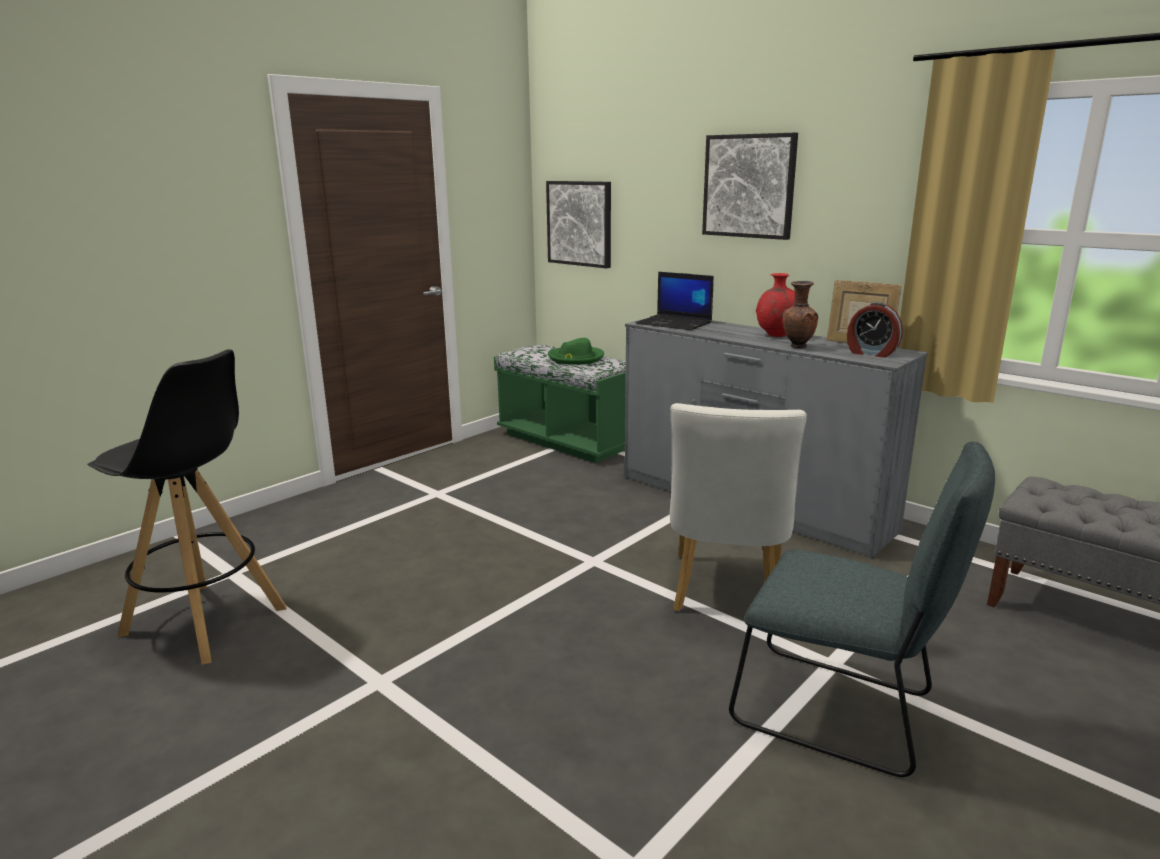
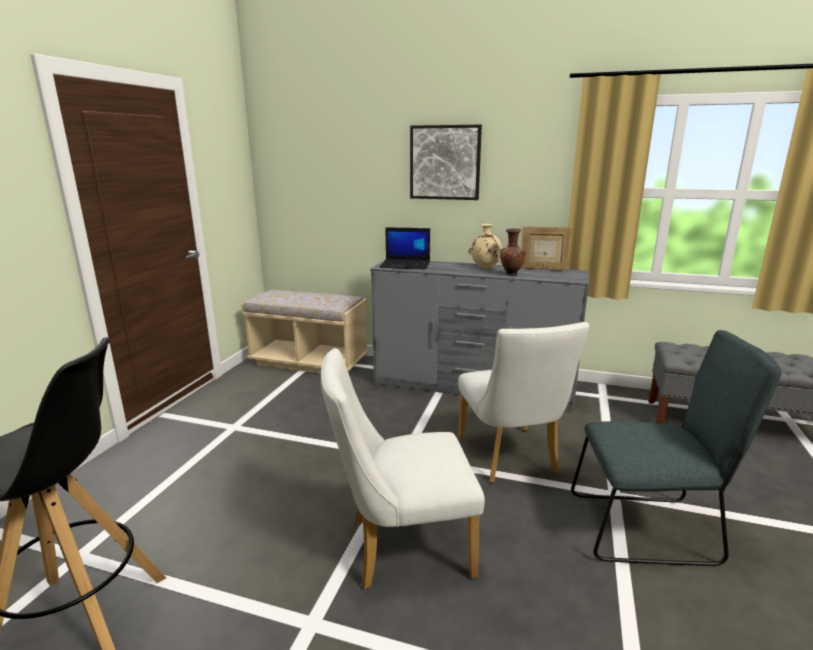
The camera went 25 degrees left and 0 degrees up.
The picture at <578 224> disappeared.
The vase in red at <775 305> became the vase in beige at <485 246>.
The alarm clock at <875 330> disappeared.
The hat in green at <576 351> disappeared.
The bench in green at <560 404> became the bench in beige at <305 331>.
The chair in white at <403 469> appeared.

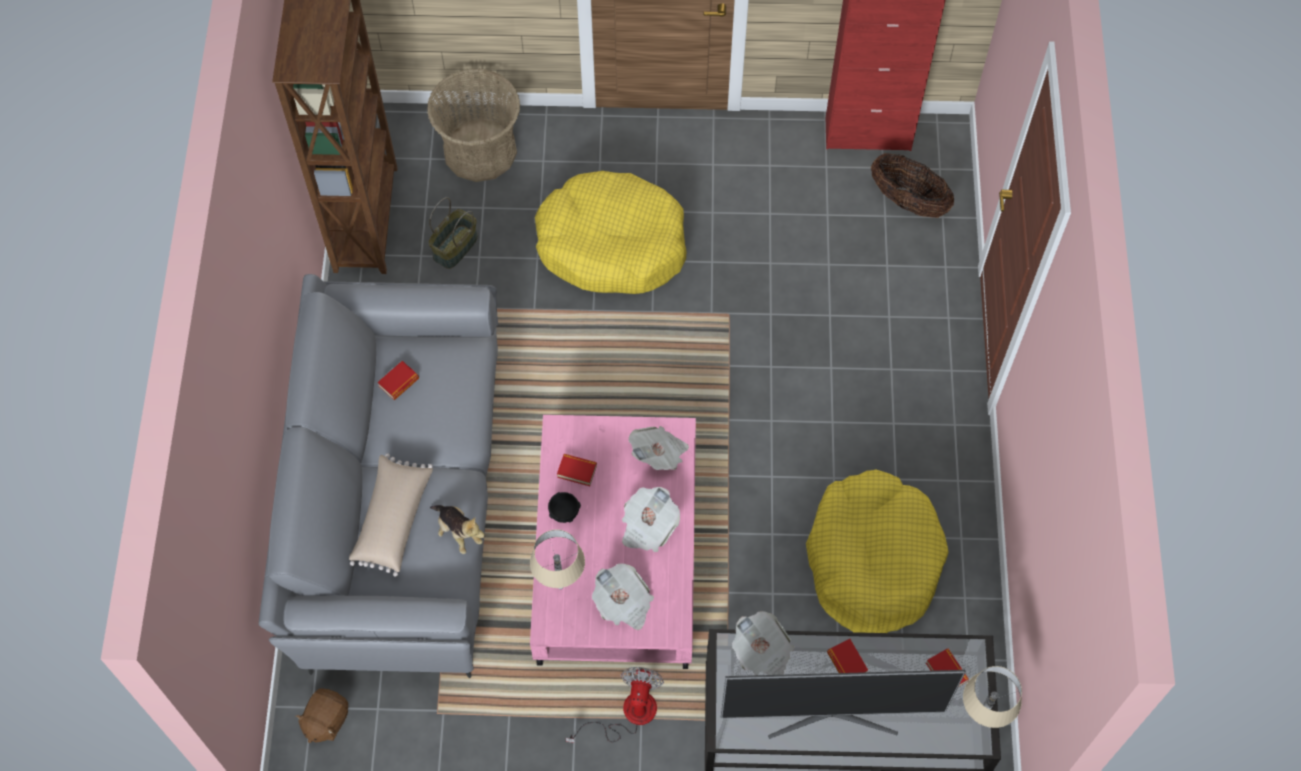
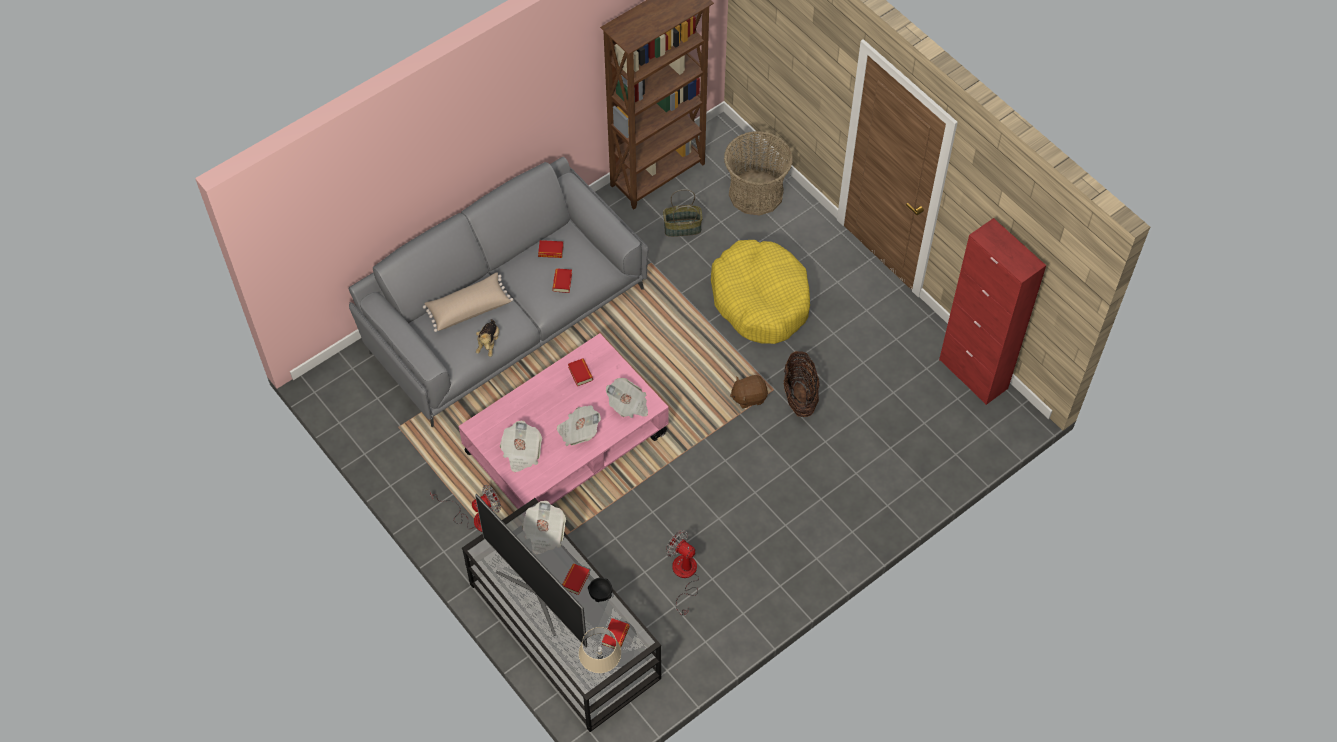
The camera went 50 degrees right and 5 degrees down.
The basket moved from <912 185> to <802 384>.
The dog bed in yellow at <877 551> was replaced by the fan at <682 572>.
The bowl in black moved from <564 507> to <600 590>.
The table lamp in beige at <557 559> disappeared.
The plush toy in brown moved from <321 715> to <749 392>.
The book at <562 280> appeared.

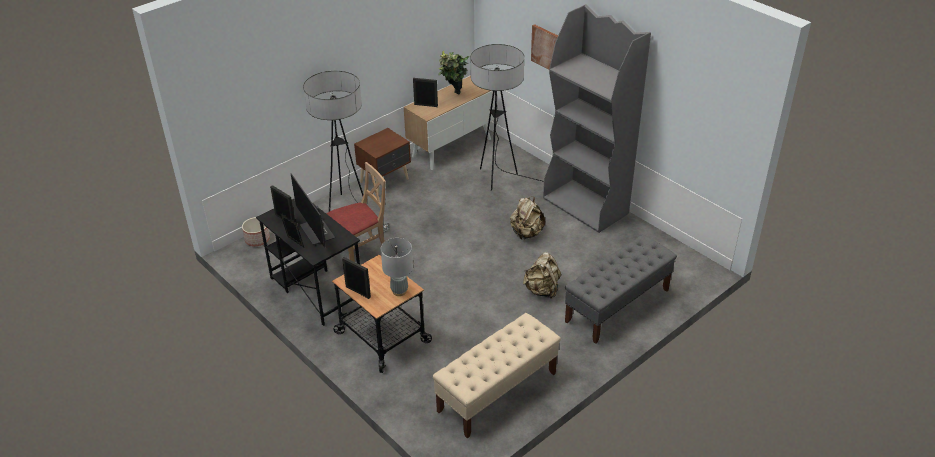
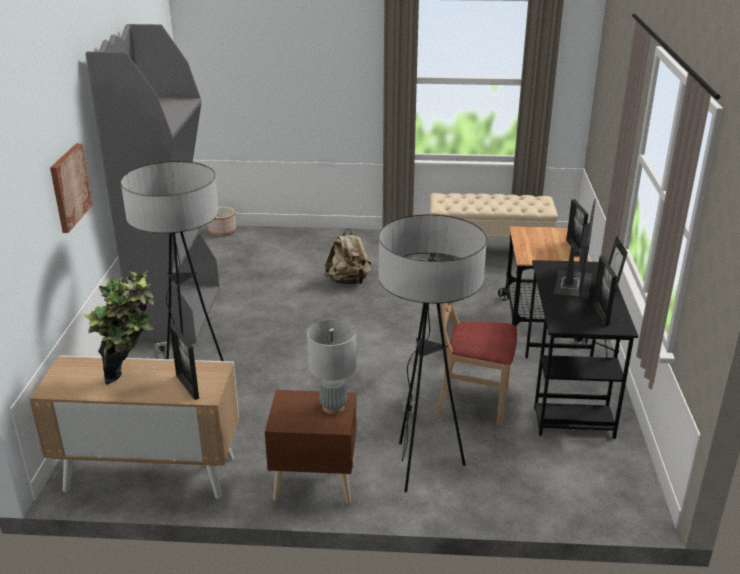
The camera went 135 degrees left and 10 degrees down.
The backpack in beige at <527 218> disappeared.
The planter moved from <256 231> to <222 221>.
The bench in grey at <621 289> disappeared.
The table lamp in grey moved from <397 267> to <331 367>.

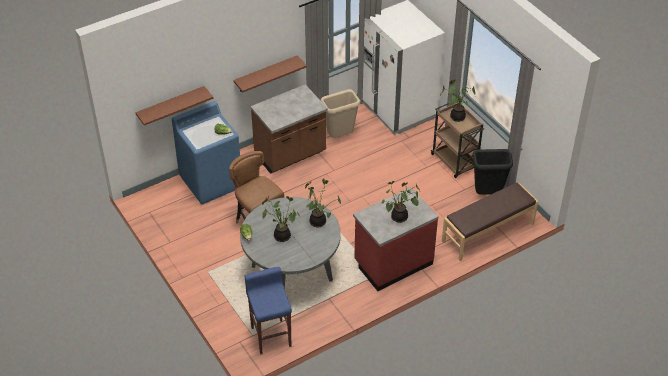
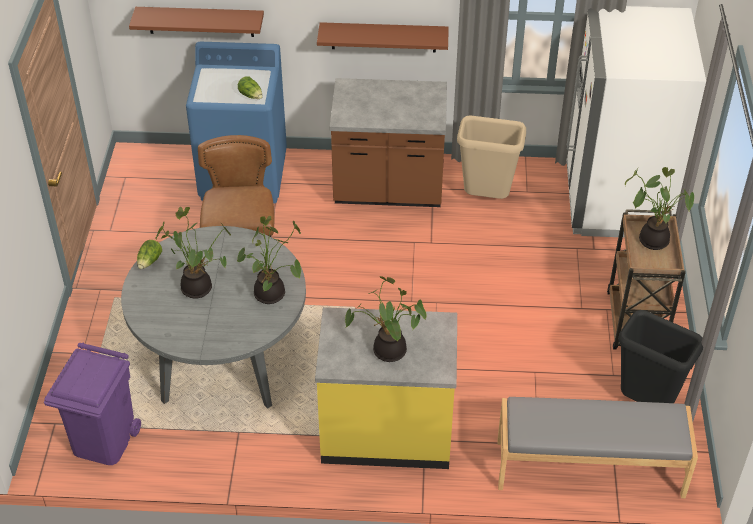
The camera went 35 degrees right and 0 degrees up.
The bench in brown at <490 221> became the bench in grey at <597 447>.
The counter in red at <396 239> became the counter in yellow at <386 388>.
The stool in blue at <268 310> was replaced by the trash can in purple at <92 404>.

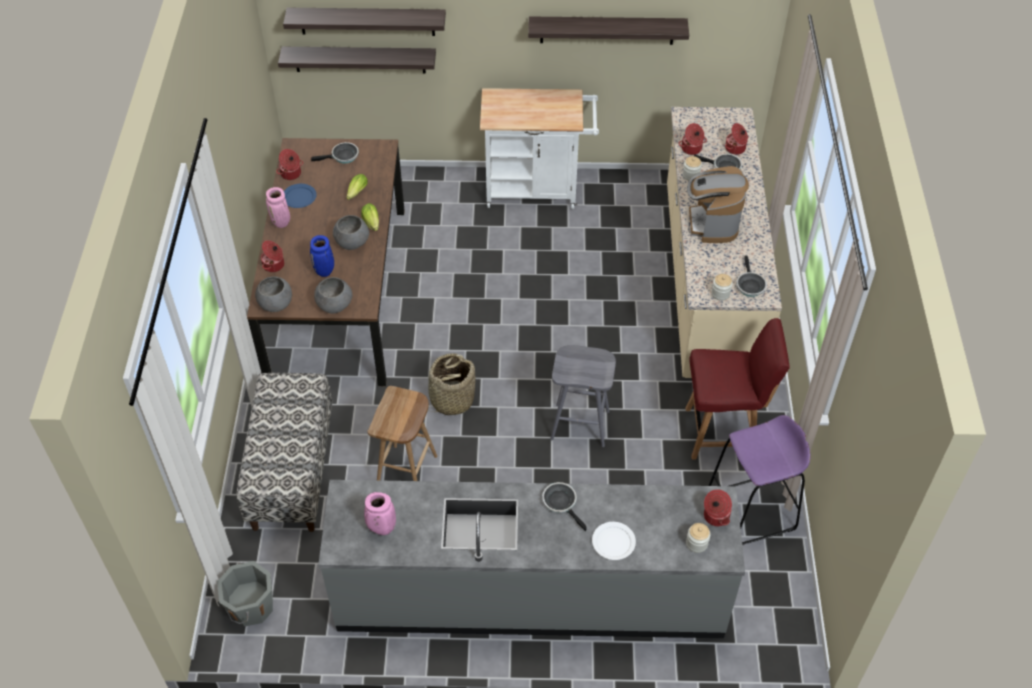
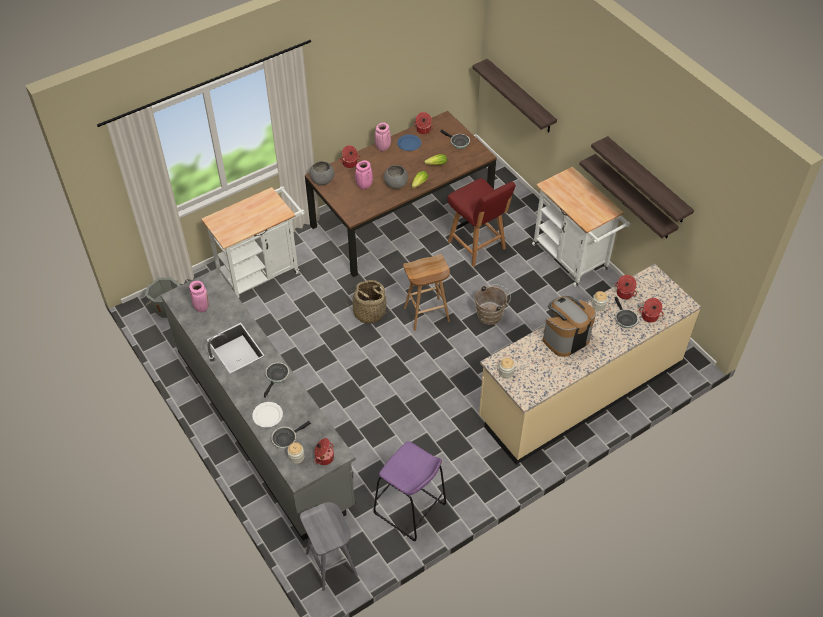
The camera went 55 degrees right and 0 degrees up.
The shelf moved from <364 22> to <629 196>.
The vase in blue at <322 256> became the vase in pink at <364 174>.
The frying pan moved from <751 276> to <291 435>.
The bowl in grey at <333 295> disappeared.
The chair in red moved from <738 388> to <481 222>.
The stool in grey moved from <583 396> to <329 546>.
The bench at <284 452> was replaced by the cart in white at <253 242>.
The stool in brown moved from <402 433> to <426 292>.
The bucket in brown at <493 304> appeared.

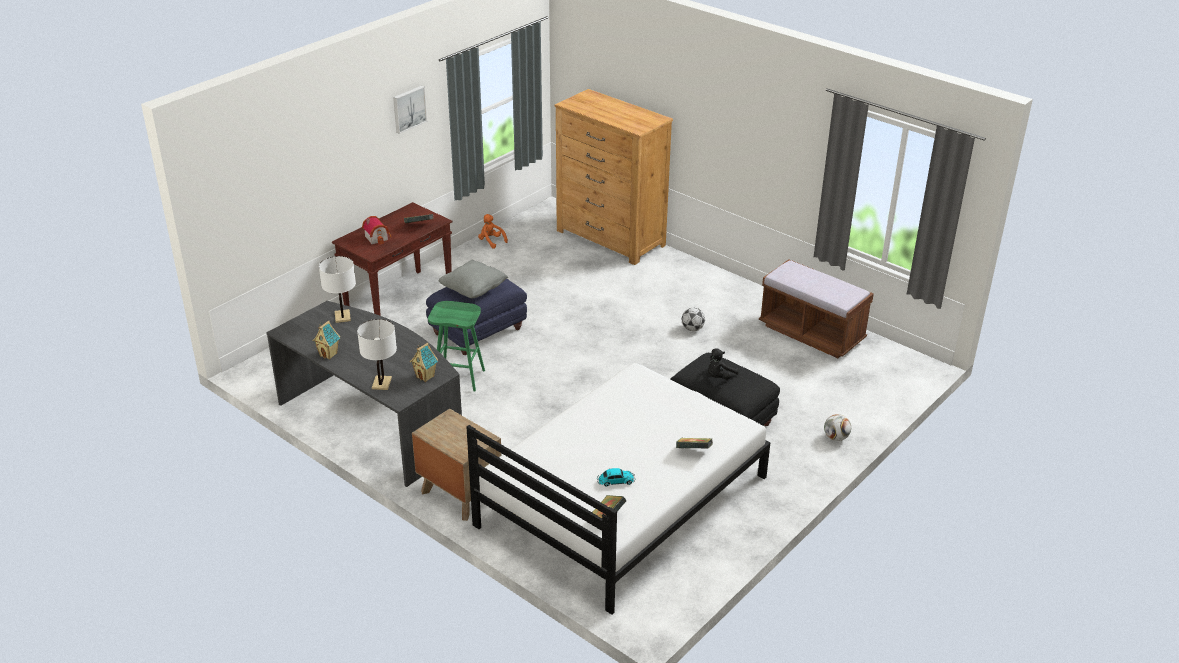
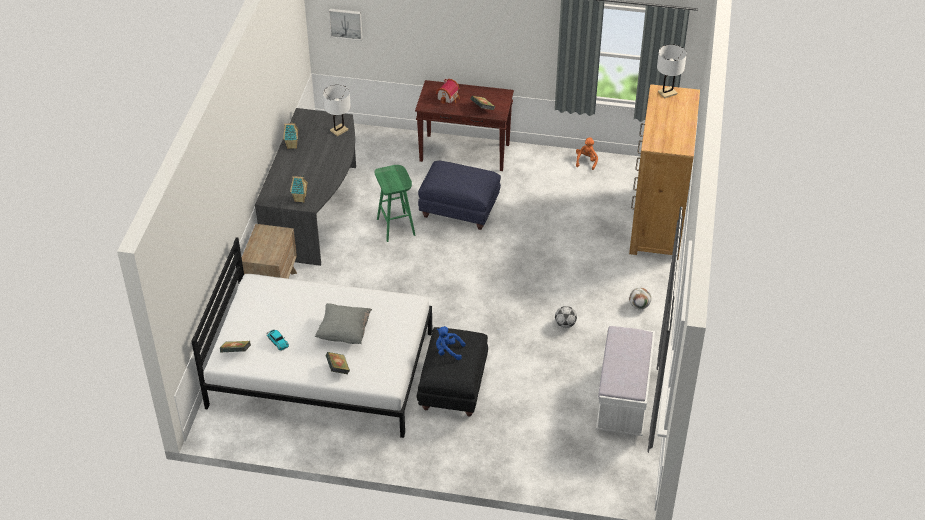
The camera went 60 degrees right and 10 degrees up.
The picture moved from <410 110> to <346 25>.
The pillow in grey moved from <473 278> to <343 323>.
The bench in brown at <816 308> became the bench in white at <625 380>.
The table lamp in white moved from <377 354> to <672 71>.
The plush toy in black at <723 364> became the plush toy in blue at <450 343>.
The football moved from <837 427> to <640 298>.

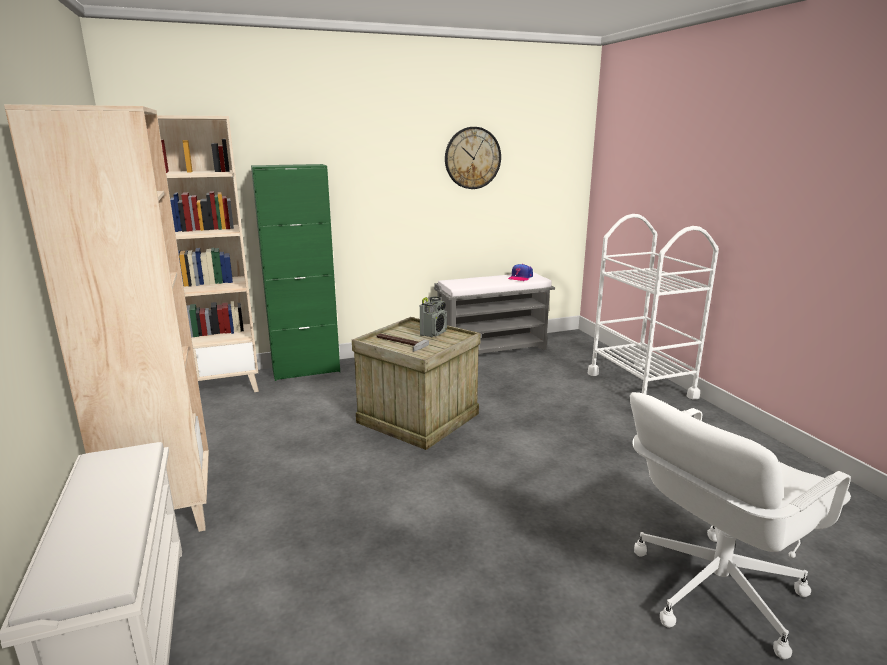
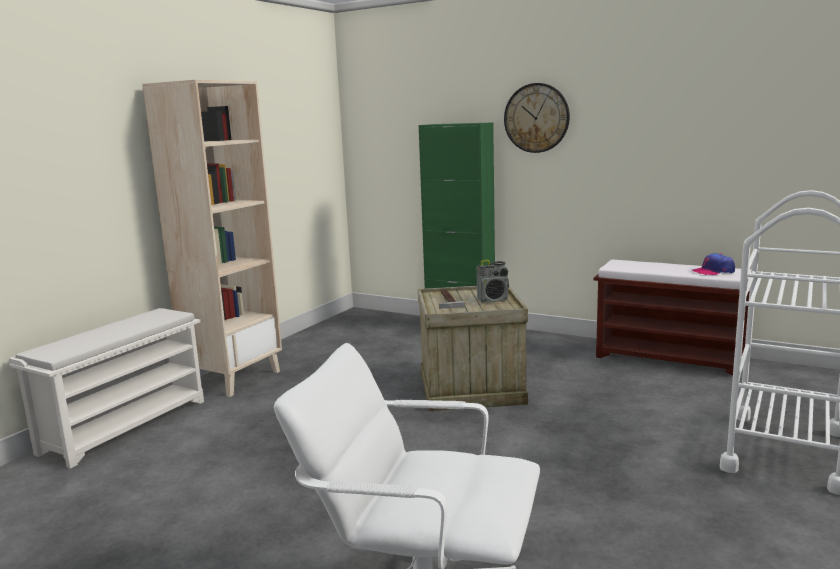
The camera went 50 degrees right and 5 degrees down.
The bookcase in beige at <208 253> disappeared.
The wall clock moved from <473 158> to <537 118>.
The bench in grey at <494 313> became the bench in brown at <672 317>.

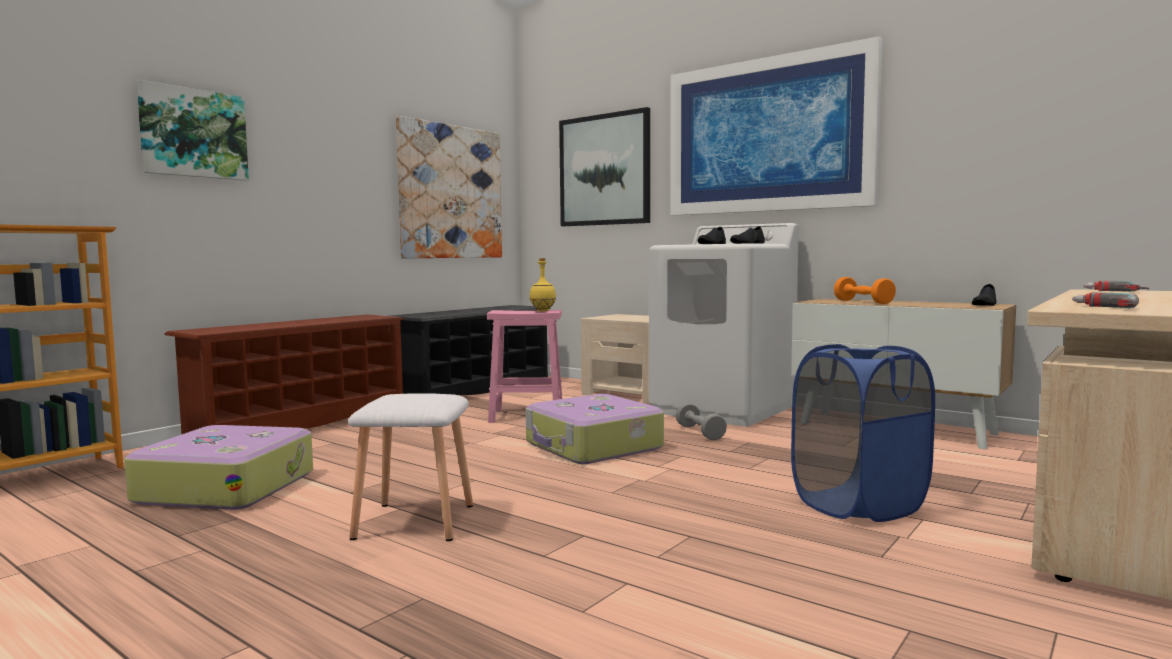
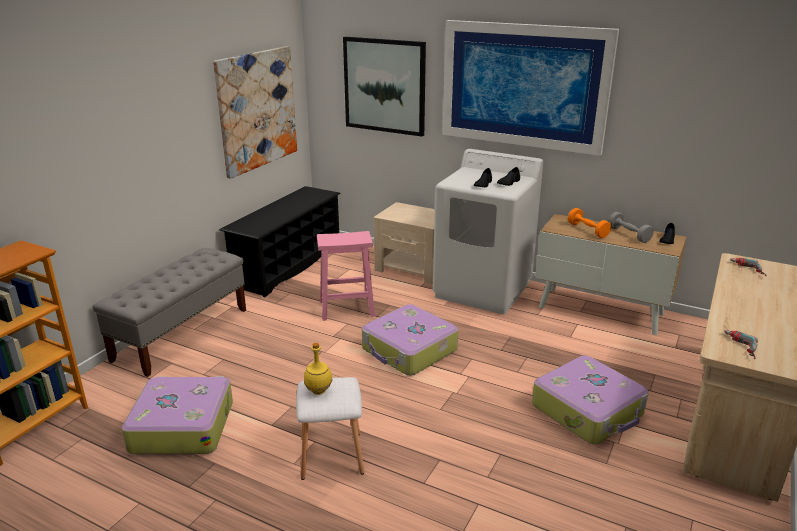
The camera went 10 degrees left and 20 degrees up.
The picture at <193 130> disappeared.
The bottle in yellow moved from <543 284> to <318 369>.
The shoe rack in brown at <284 374> was replaced by the bench in grey at <169 312>.
The laundry basket in blue at <863 433> was replaced by the suitcase at <590 400>.
The dumbbell in grey moved from <701 421> to <631 227>.

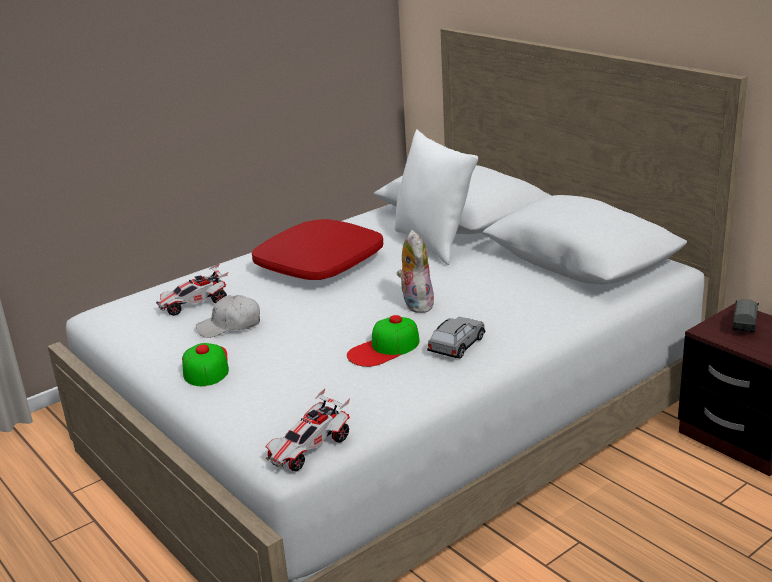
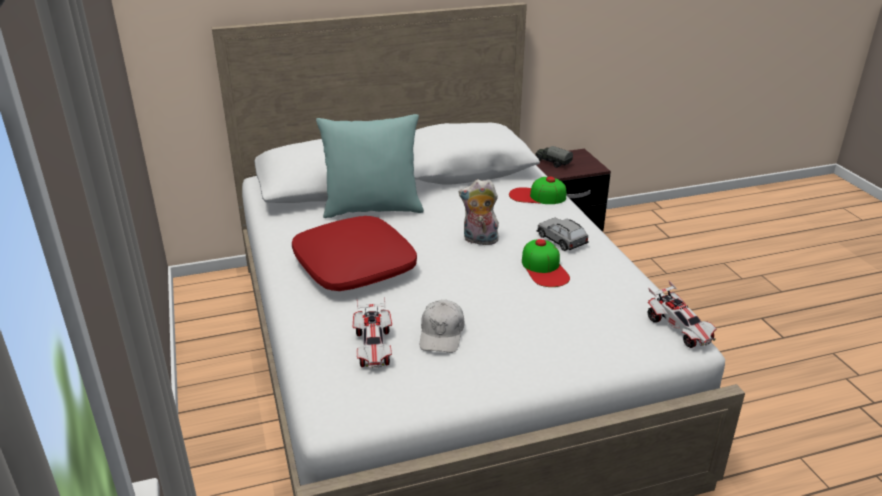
The camera went 70 degrees left and 5 degrees up.
The pillow in white at <436 197> became the pillow in turquoise at <370 166>.
The cap moved from <205 364> to <537 190>.

